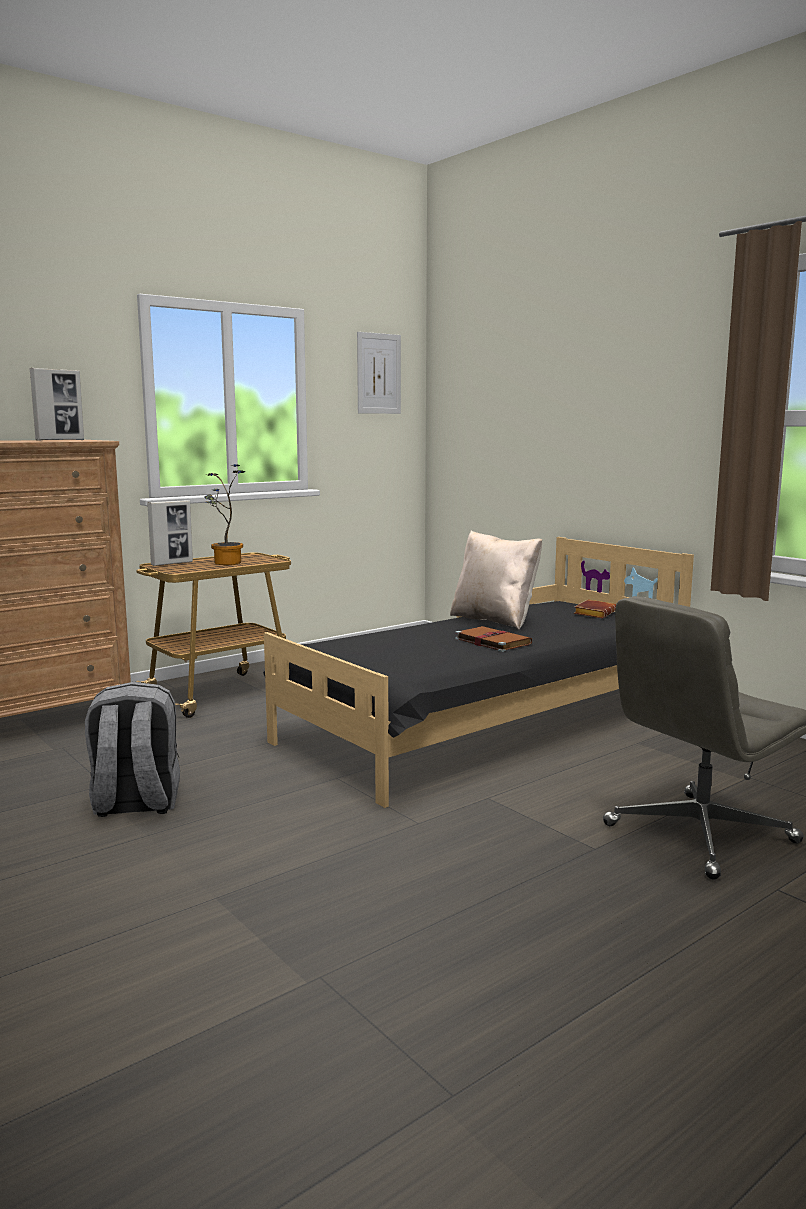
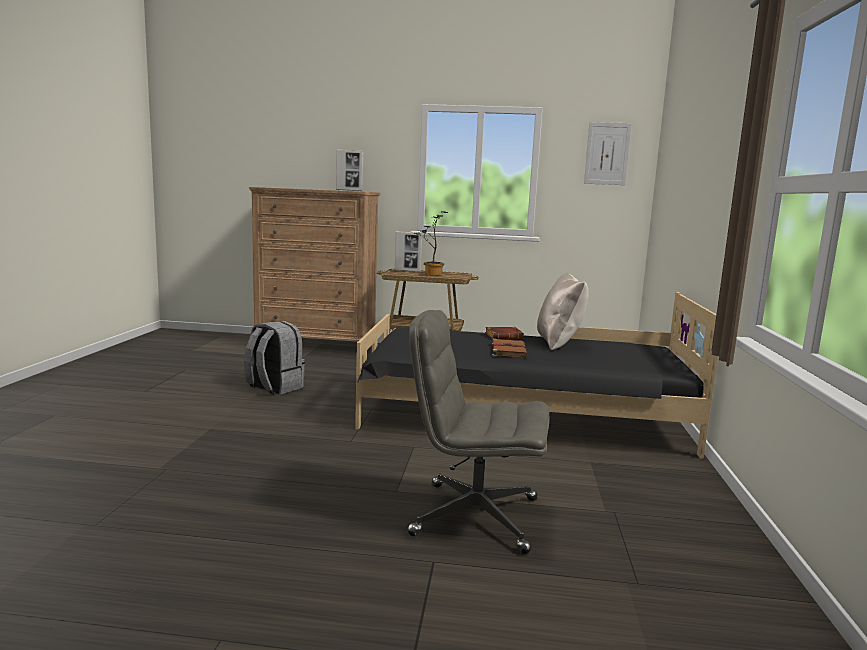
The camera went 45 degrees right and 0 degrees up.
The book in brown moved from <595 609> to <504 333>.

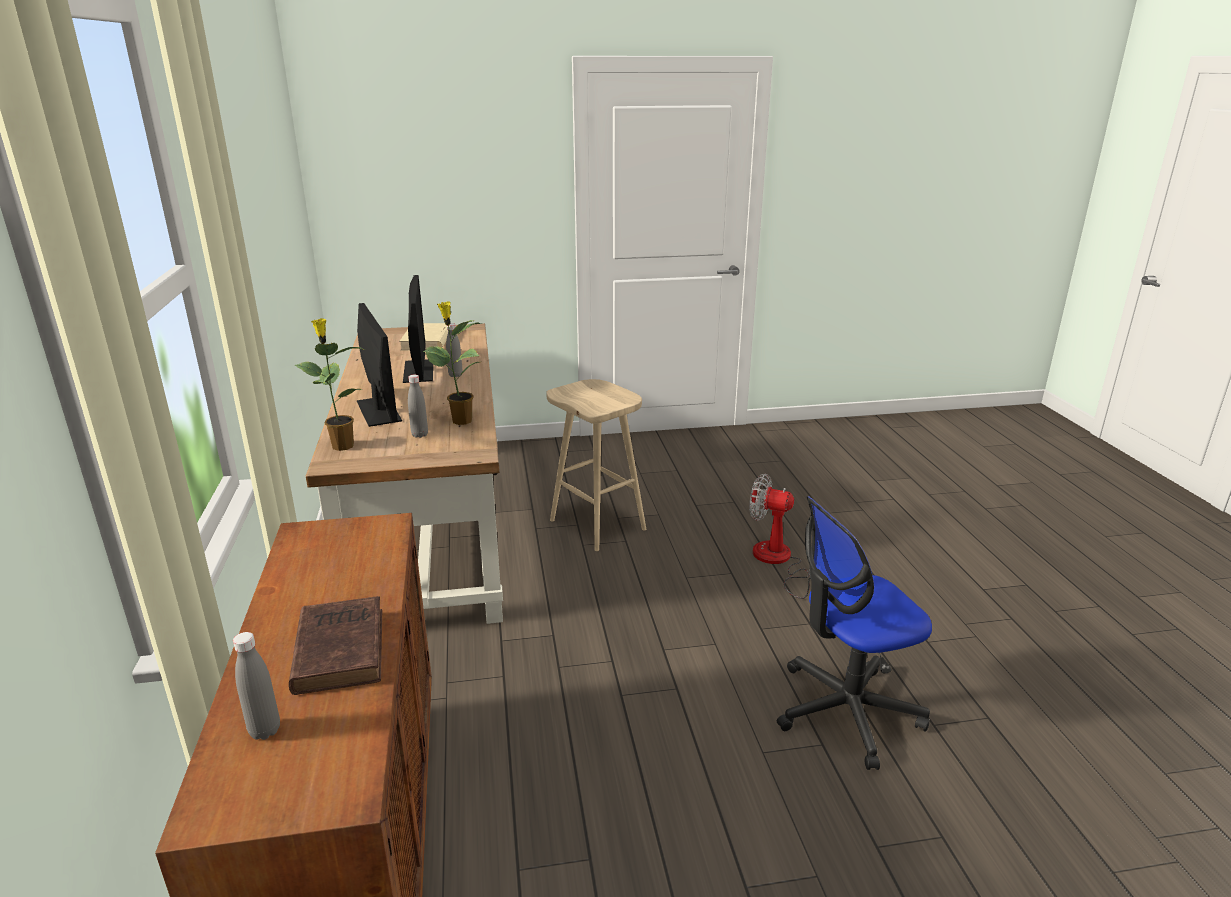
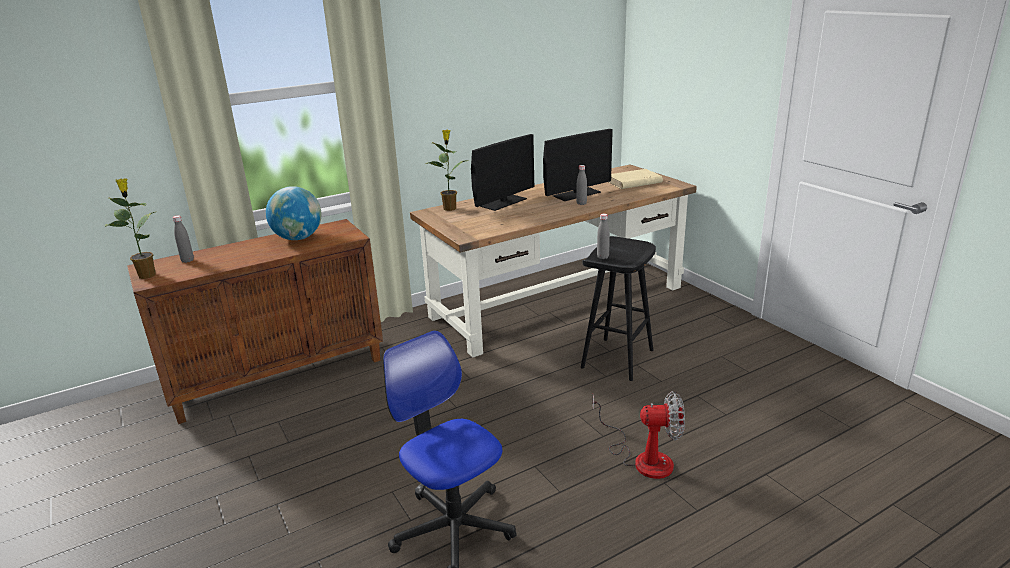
The camera went 70 degrees right and 0 degrees up.
The potted plant moved from <452 363> to <130 228>.
The bottle in grey moved from <418 406> to <603 236>.
The stool in beige at <596 465> became the stool in black at <618 308>.
The fan at <779 536> turned 90 degrees clockwise.
The book in brown at <335 645> disappeared.
The globe at <294 213> appeared.

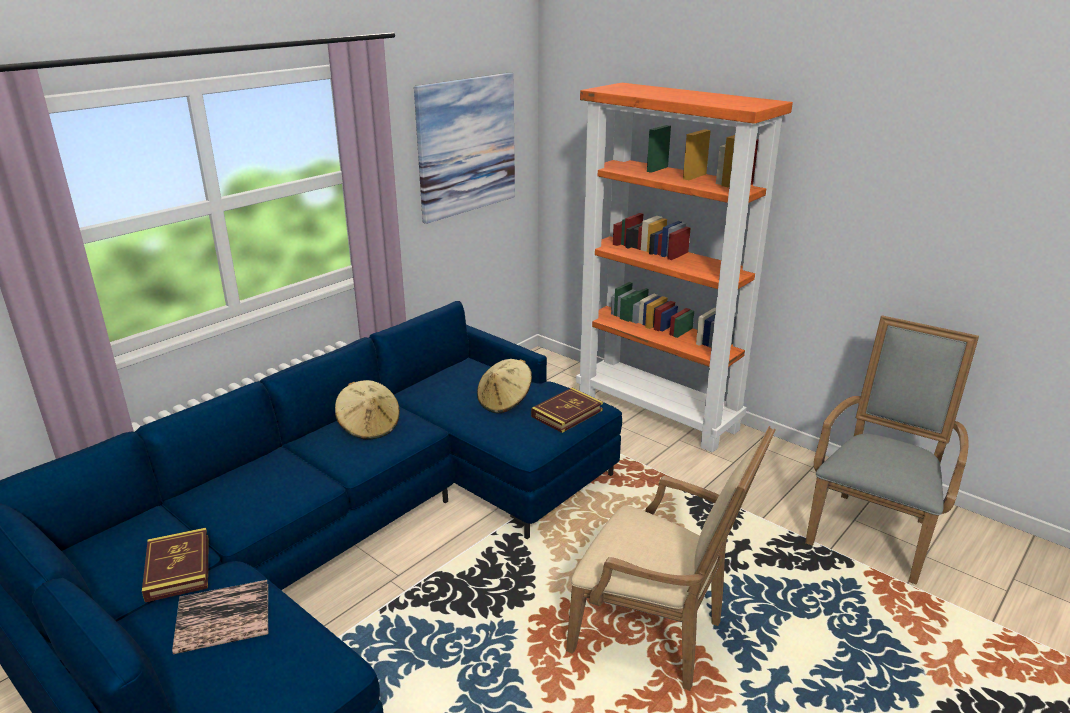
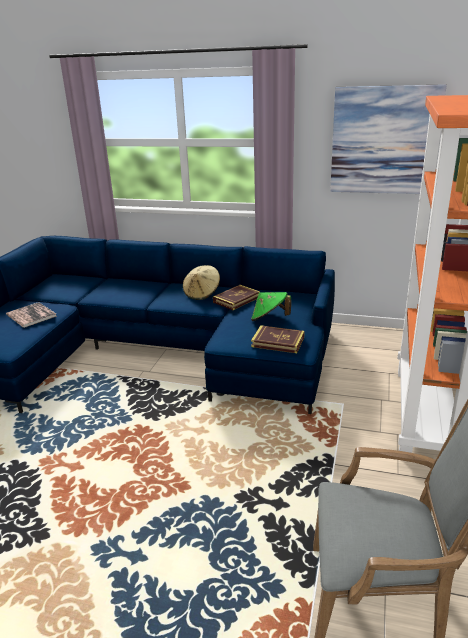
The camera went 65 degrees right and 0 degrees up.
The hat in beige at <504 386> became the hat in green at <271 306>.
The armchair in beige at <670 558> disappeared.
The book moved from <175 565> to <236 297>.

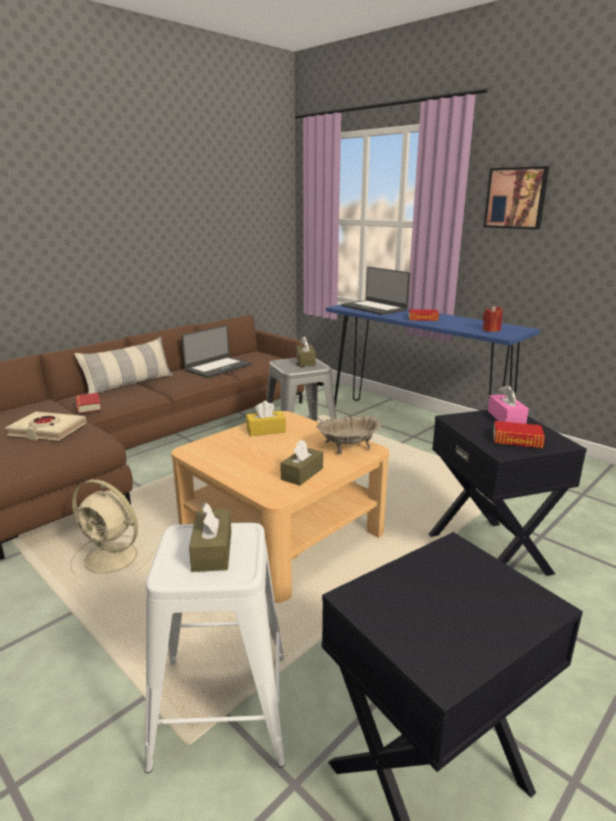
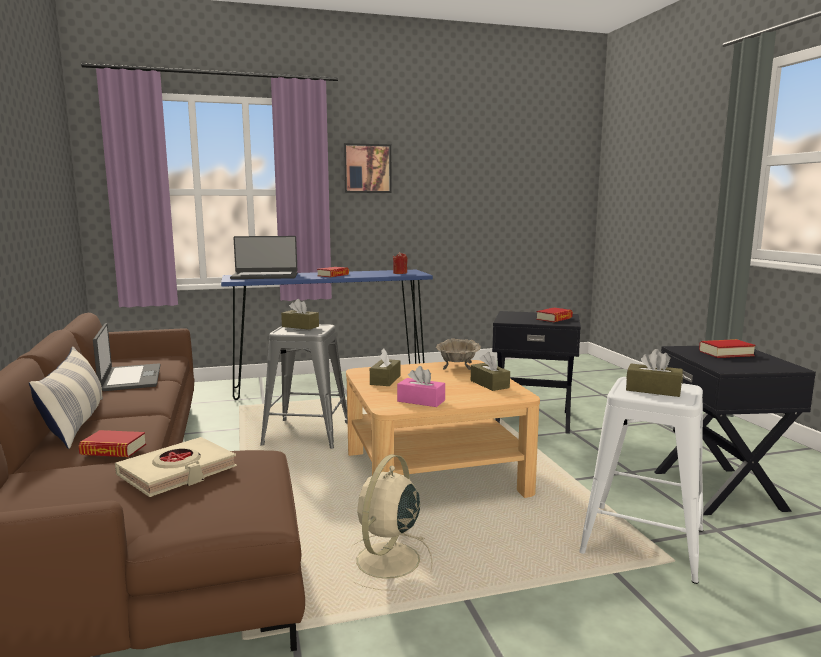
The camera went 60 degrees left and 10 degrees down.
The tissue box in pink moved from <508 404> to <421 386>.
The tissue box in yellow at <266 418> became the tissue box in brown at <385 367>.
The fan in beige at <111 529> turned 150 degrees clockwise.
The book at <727 348> appeared.

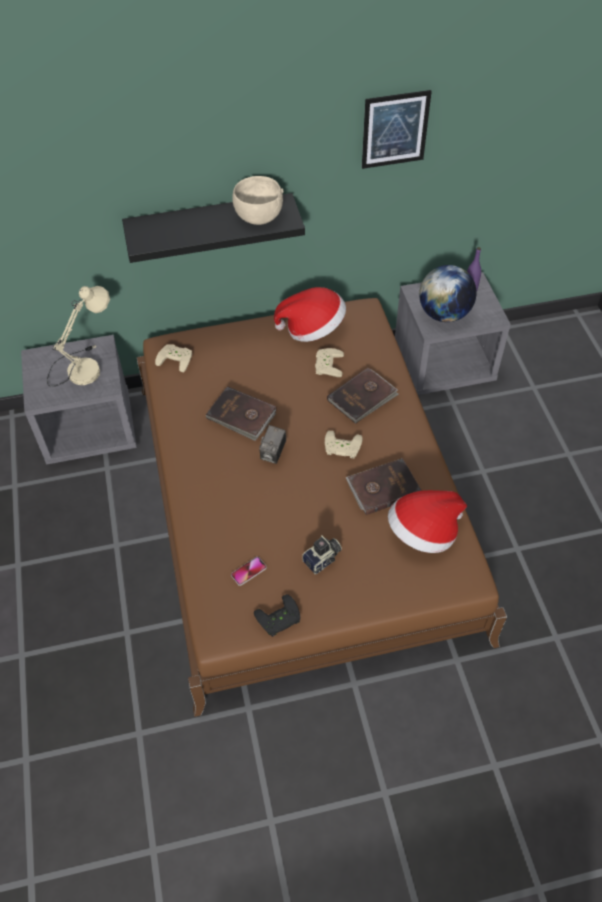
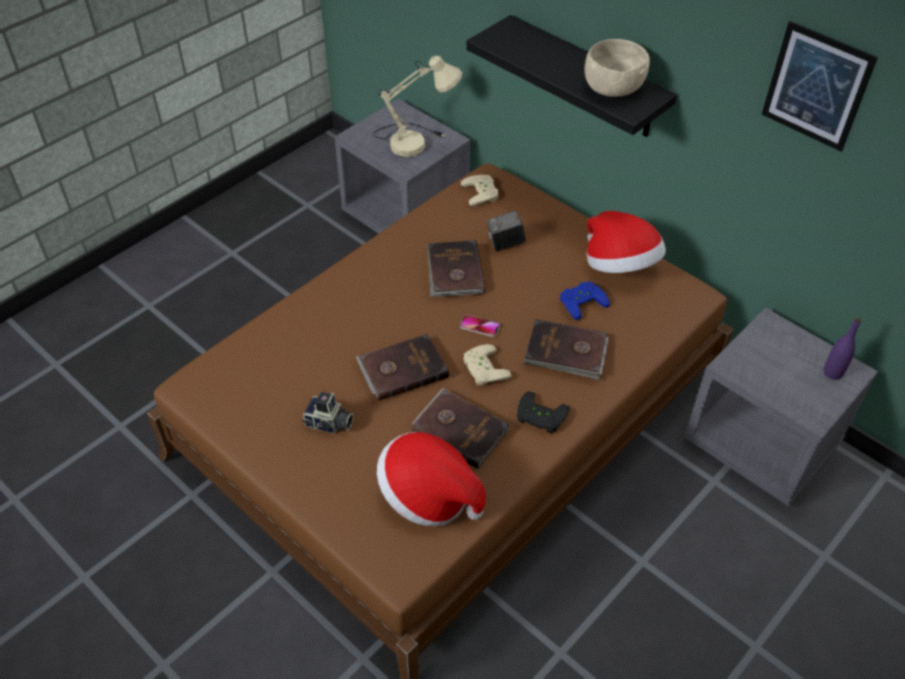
The camera went 55 degrees right and 5 degrees down.
The globe at <448 293> disappeared.
The game controller in beige at <329 362> became the game controller in blue at <585 300>.
The photo camera moved from <272 444> to <506 230>.
The phone moved from <249 571> to <480 326>.
The game controller in black moved from <277 615> to <543 412>.
The book in brown at <402 367> appeared.

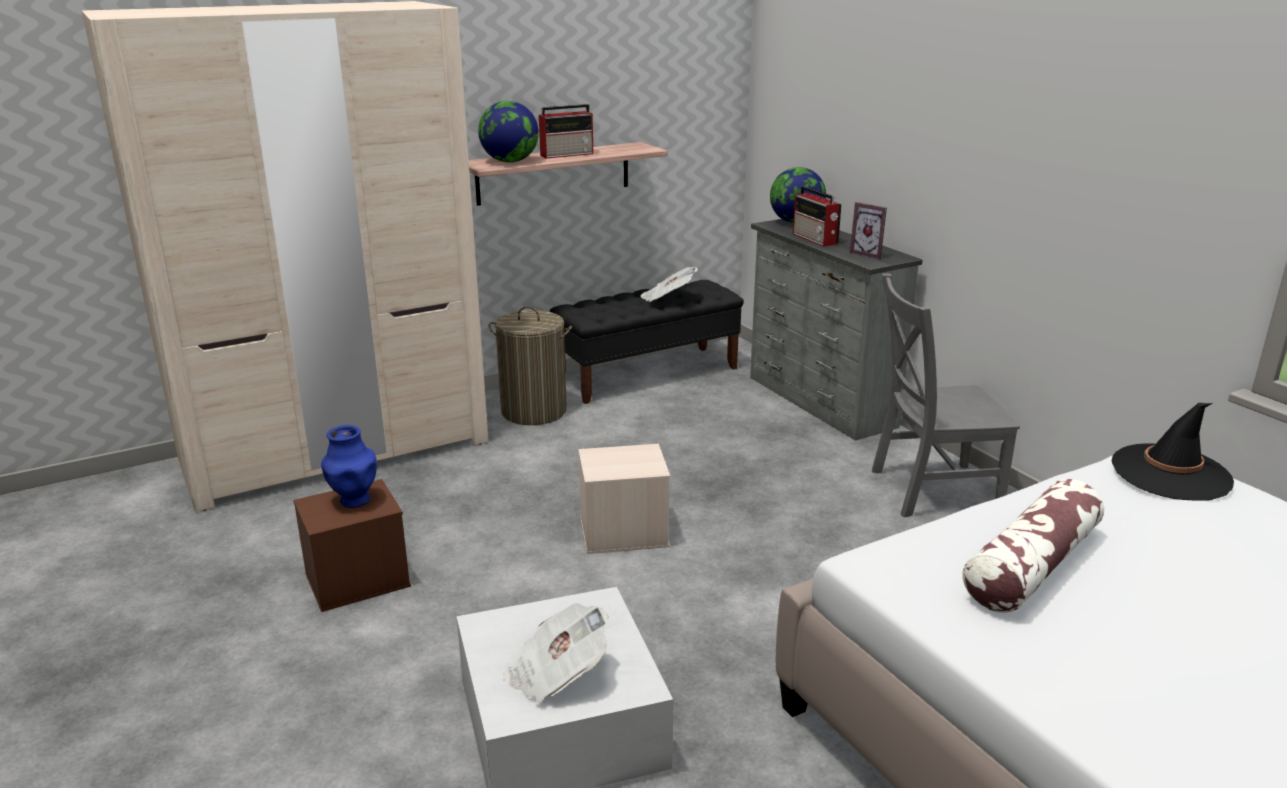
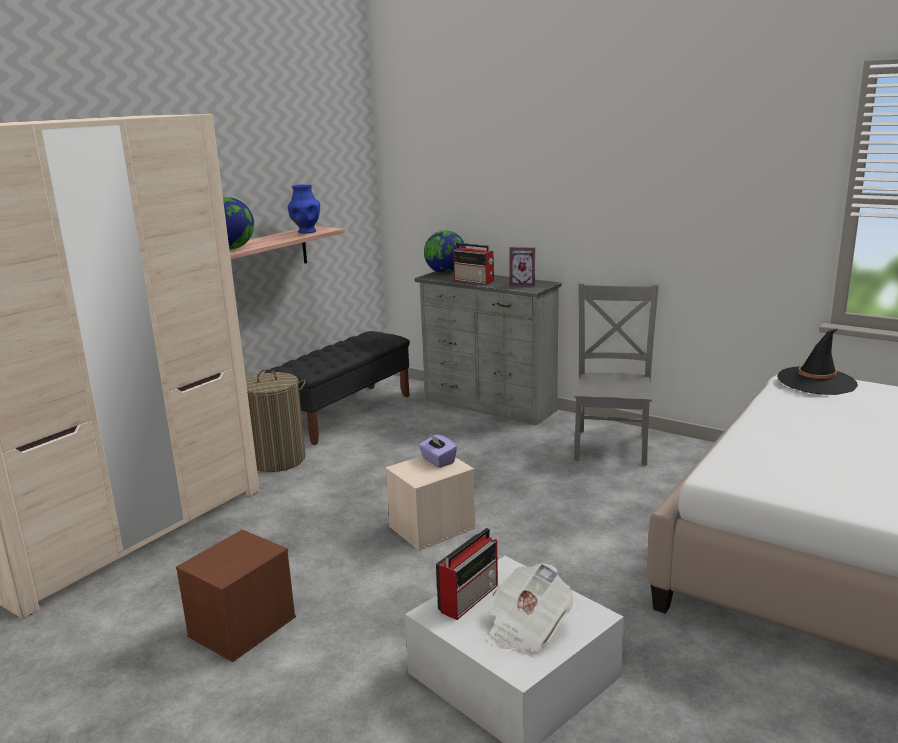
The camera went 25 degrees left and 5 degrees down.
The radio moved from <566 131> to <467 574>.
The newspaper at <669 284> disappeared.
The chair in grey at <946 395> turned 135 degrees clockwise.
The vase in blue moved from <349 466> to <304 209>.
The pillow at <1033 546> disappeared.
The tissue box in purple at <438 450> appeared.

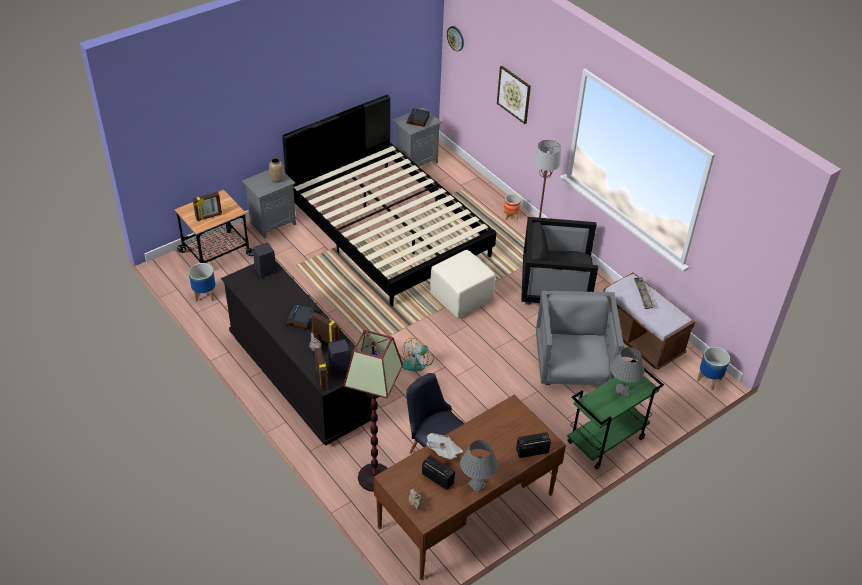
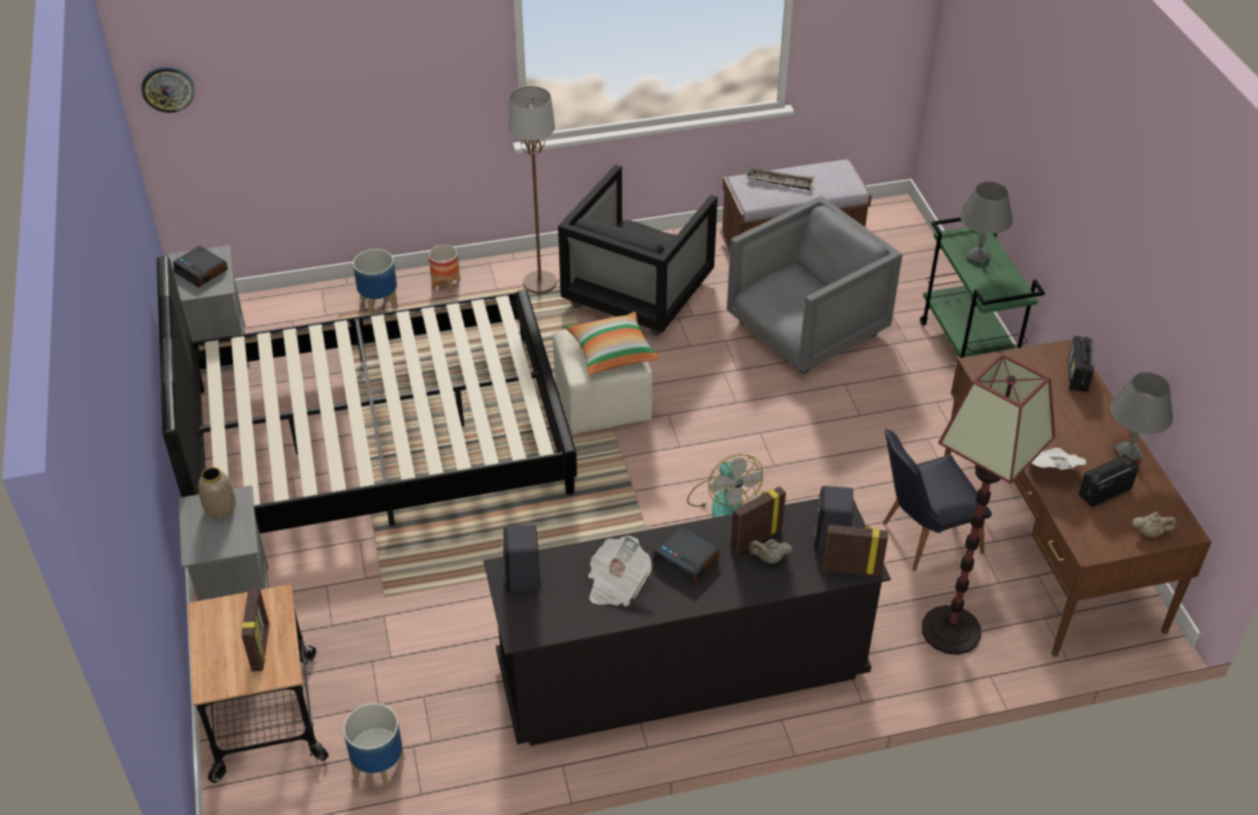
The camera went 65 degrees left and 0 degrees up.
The picture at <514 95> disappeared.
The armchair in grey at <580 338> turned 120 degrees clockwise.
The planter moved from <713 368> to <375 282>.
The pillow at <612 343> appeared.
The newspaper at <620 571> appeared.

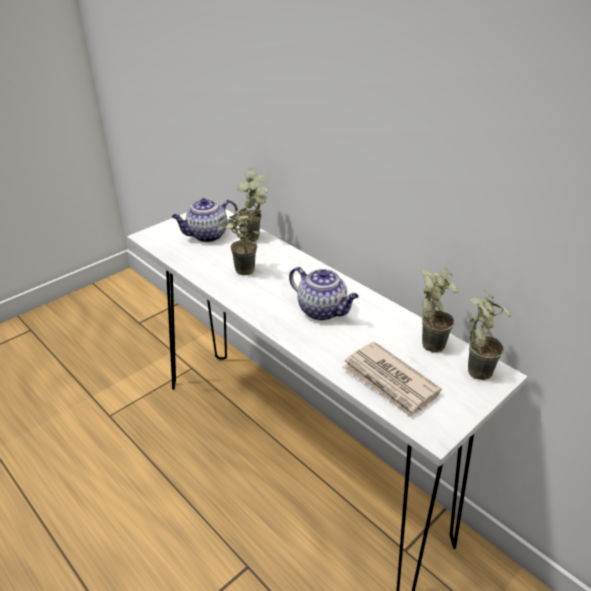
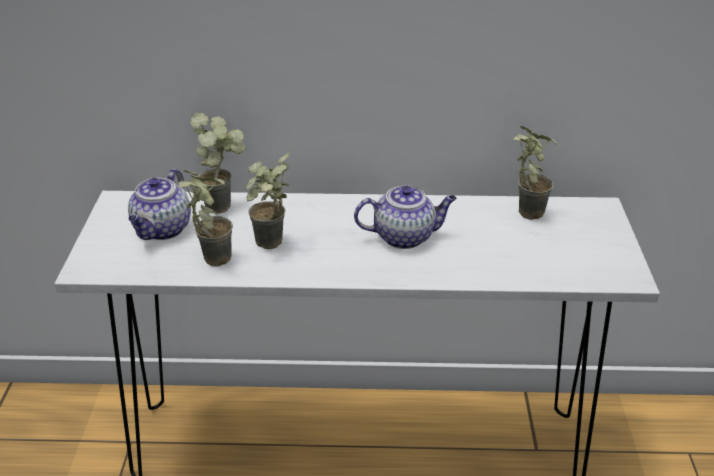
The camera went 45 degrees left and 0 degrees up.
The potted plant moved from <489 335> to <205 218>.
The newspaper at <392 380> disappeared.

